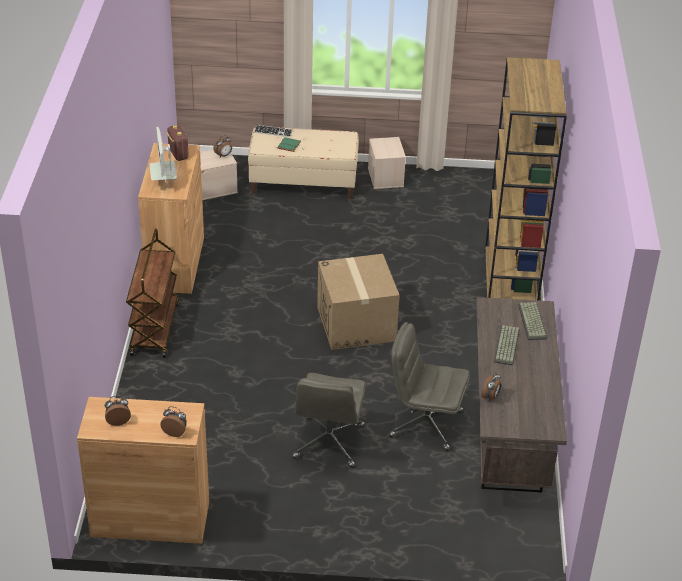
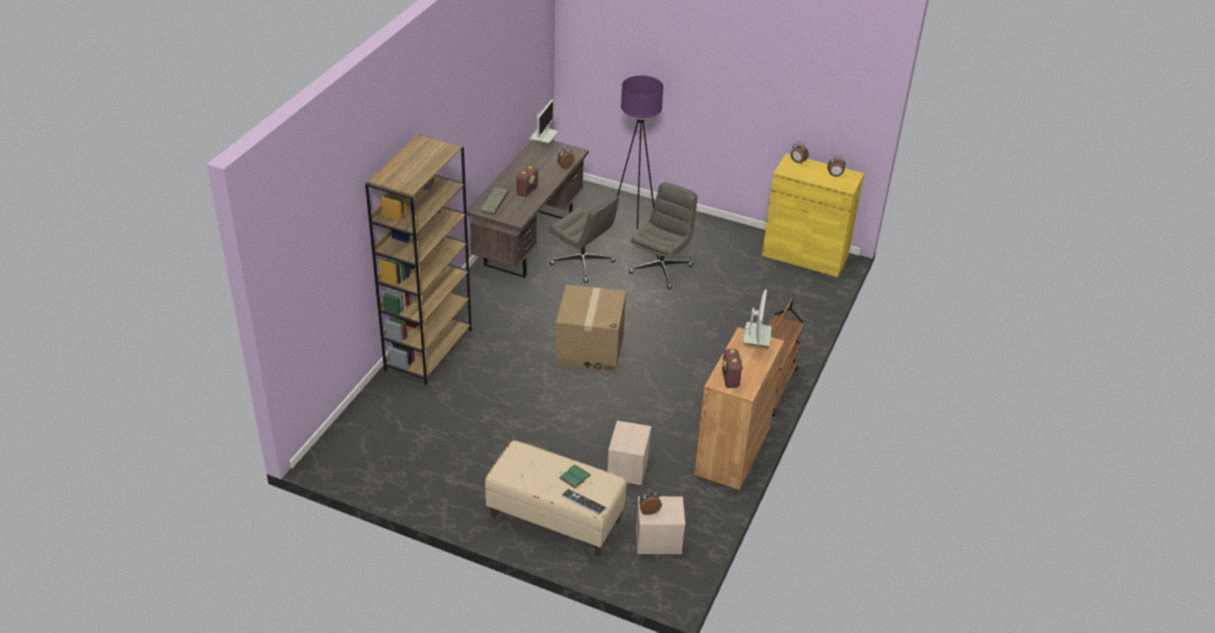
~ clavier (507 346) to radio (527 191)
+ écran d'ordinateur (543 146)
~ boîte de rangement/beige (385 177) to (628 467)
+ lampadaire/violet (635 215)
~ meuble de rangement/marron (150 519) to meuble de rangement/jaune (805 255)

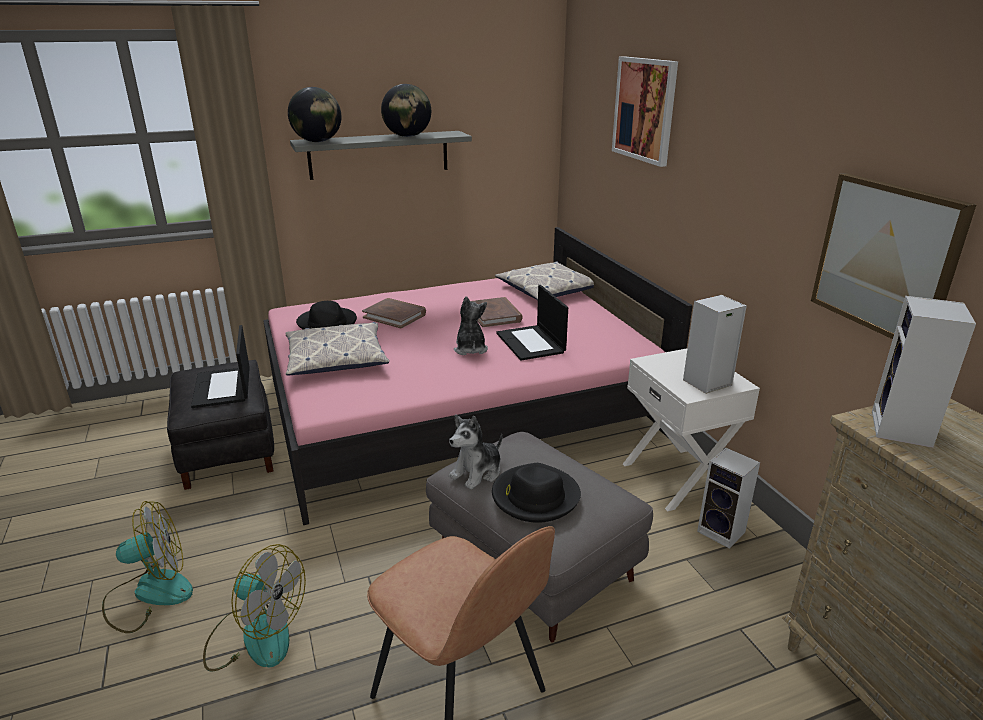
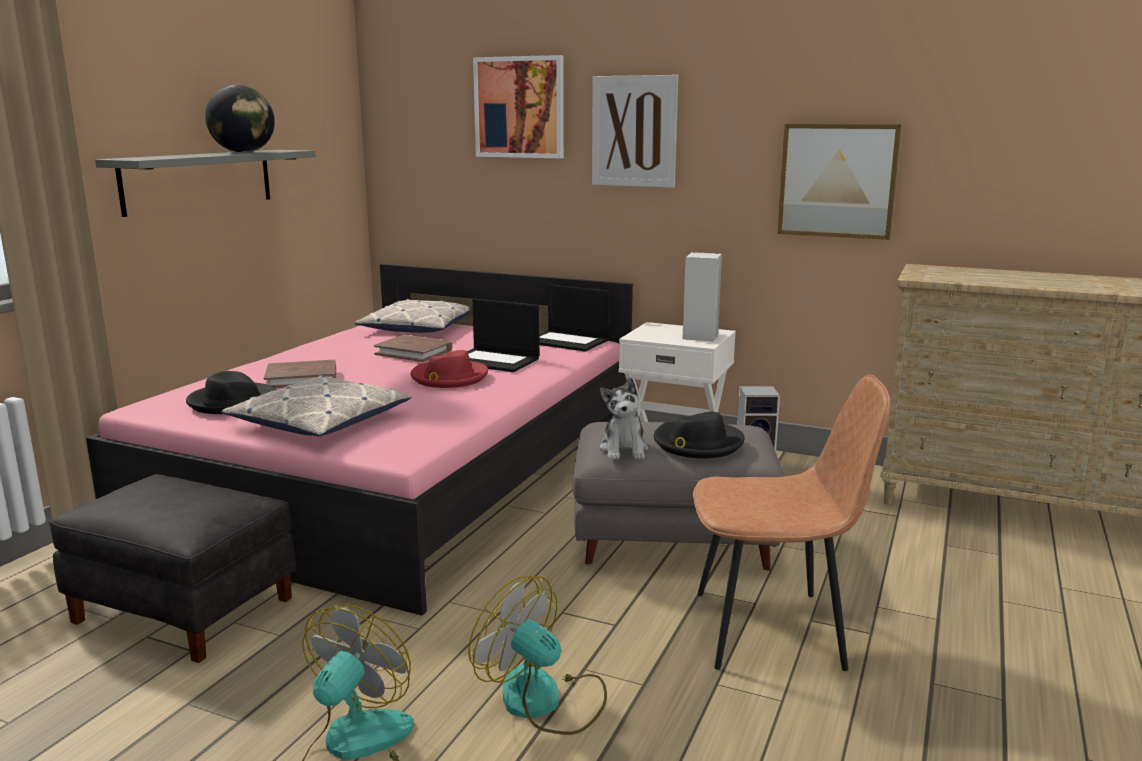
~ peluche (470 349) to chapeau/rouge (449 378)
~ ventilateur (255 635) = (544 701) 120 degrees counterclockwise
~ ordinateur portable (223 388) to (568 341)
+ tableau (634 131)
- globe (317 141)
- enceinte (903 430)

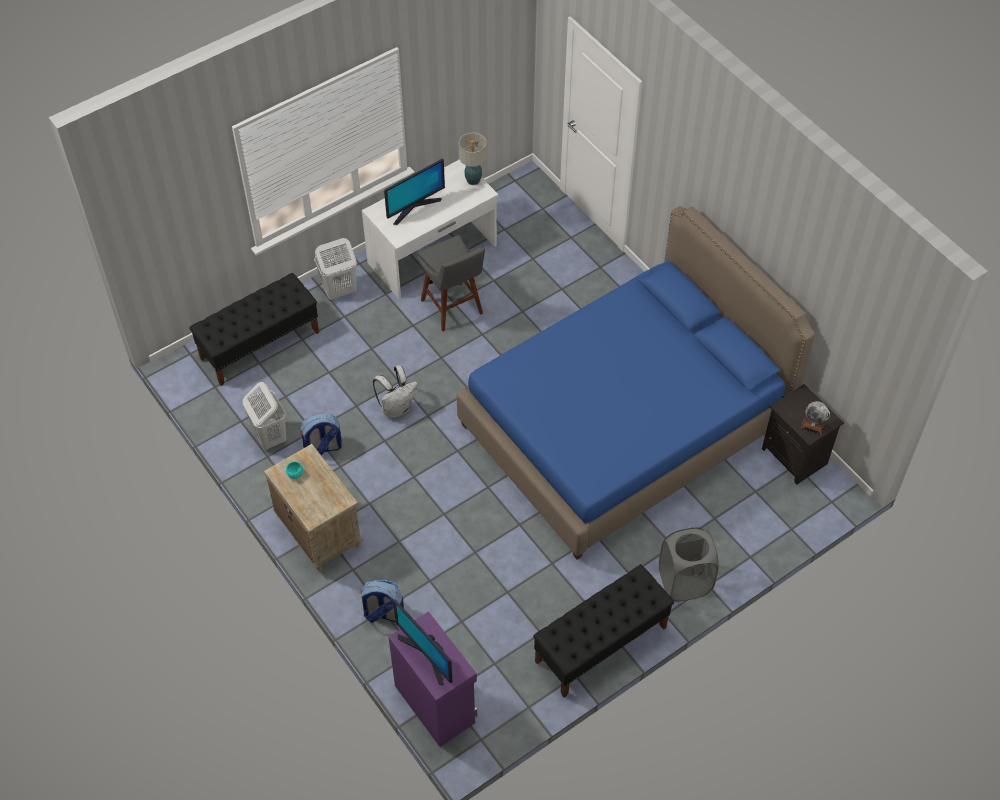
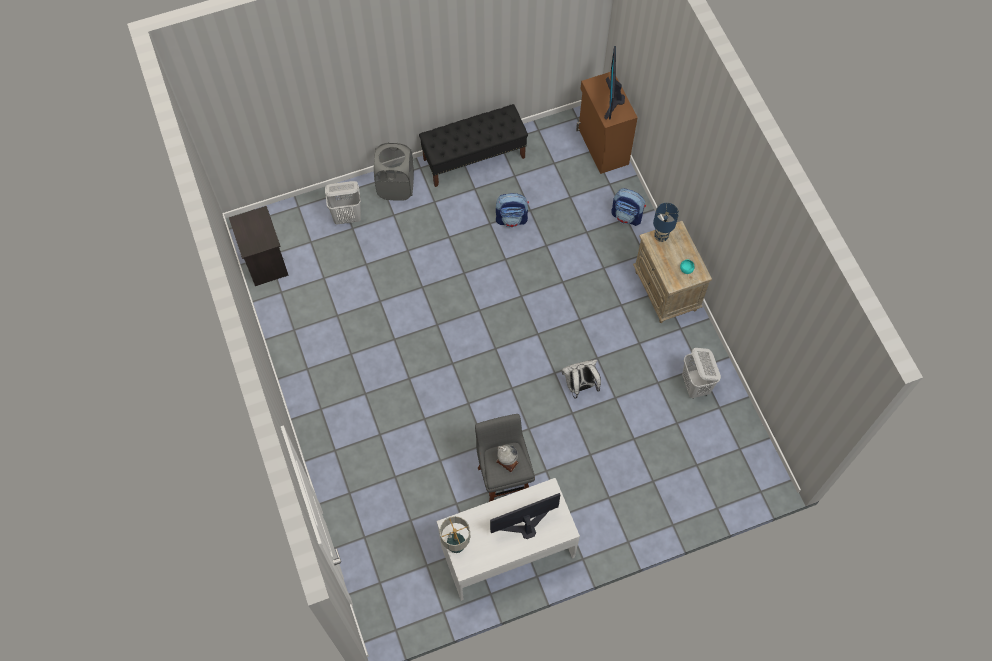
~ panier à linge/blanc (339 291) to (347 216)
~ sac à dos (323 448) to (512 219)
~ globe (812 426) to (507 462)
~ meuble de rangement/violet (435 703) to meuble de rangement/marron (602 147)
~ écran d'ordinateur (427 655) = (612 99) 150 degrees counterclockwise
+ lampe de table/bleu (660 236)
- banc/noir (260 345)
- lit/bleu (624 424)

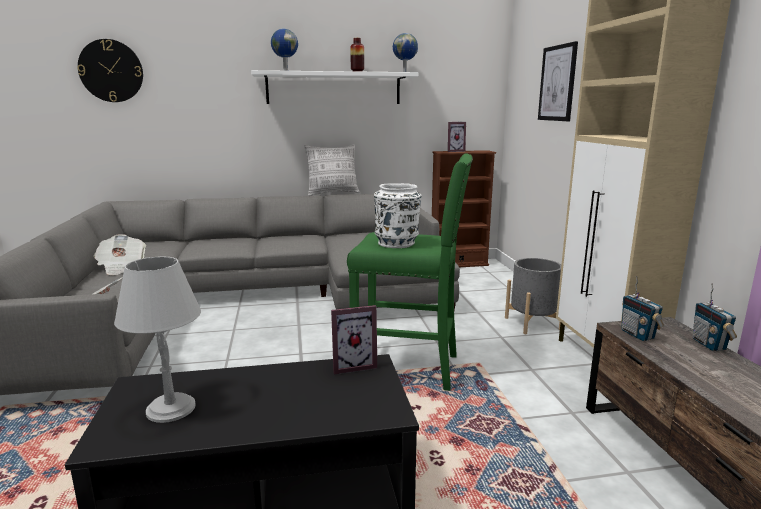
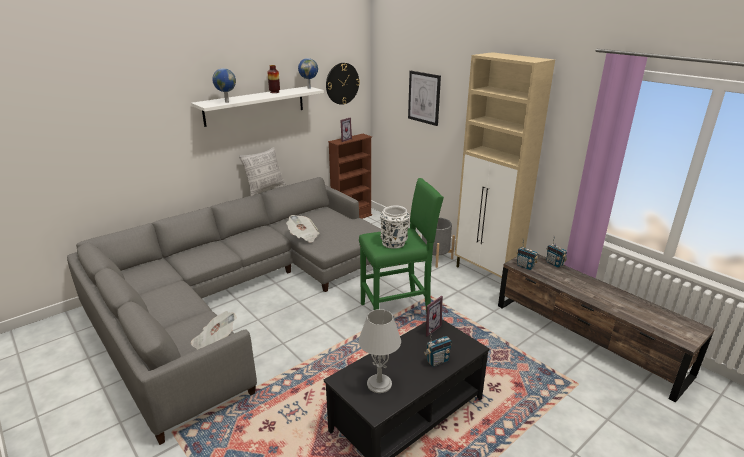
~ journal (121 267) to (303 236)
~ horloge murale (111 71) to (342 83)
+ radio (437 361)

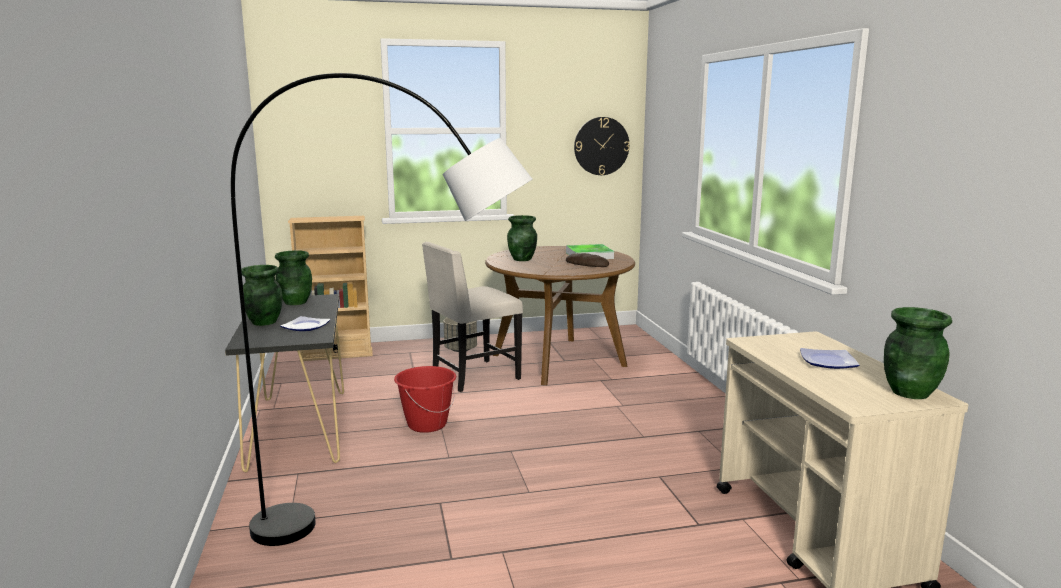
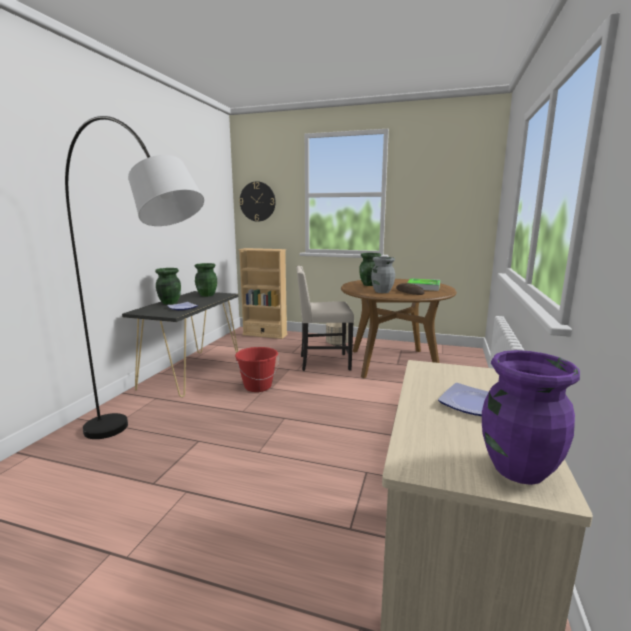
~ horloge murale (601 146) to (257 201)
+ vase/gris (382 291)
~ vase/vert (909 392) to vase/violet (519 469)

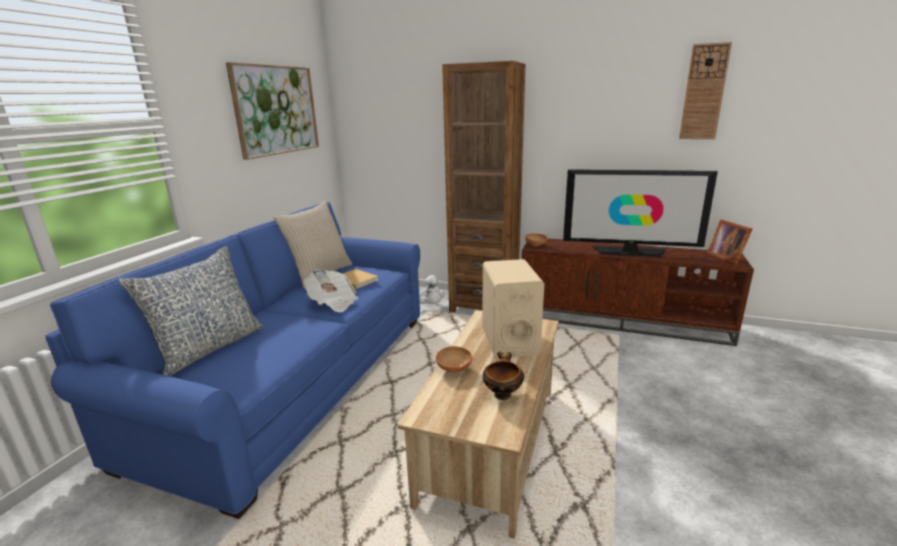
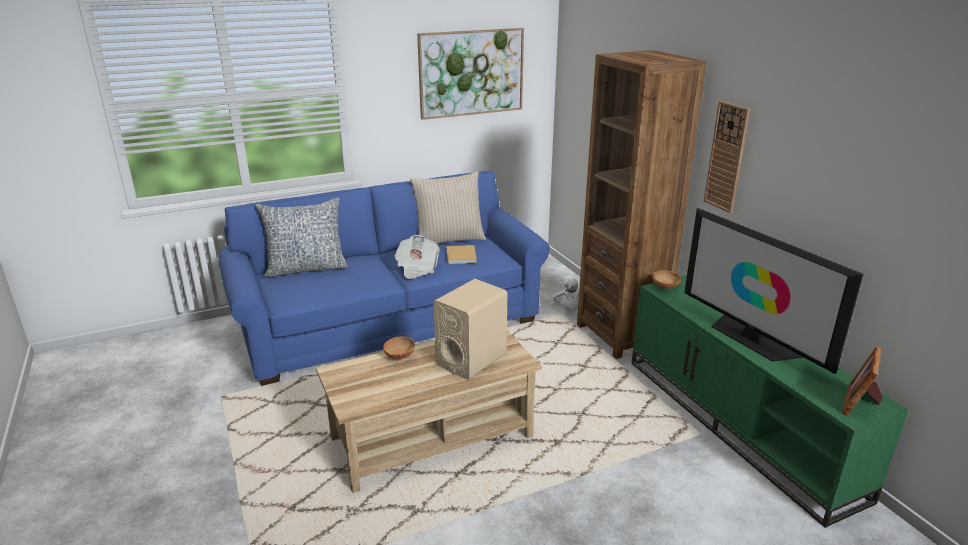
~ meuble télé/marron (621 320) to meuble télé/vert (738 424)
~ horloge murale (704 92) to (726 157)
- bol (502 394)

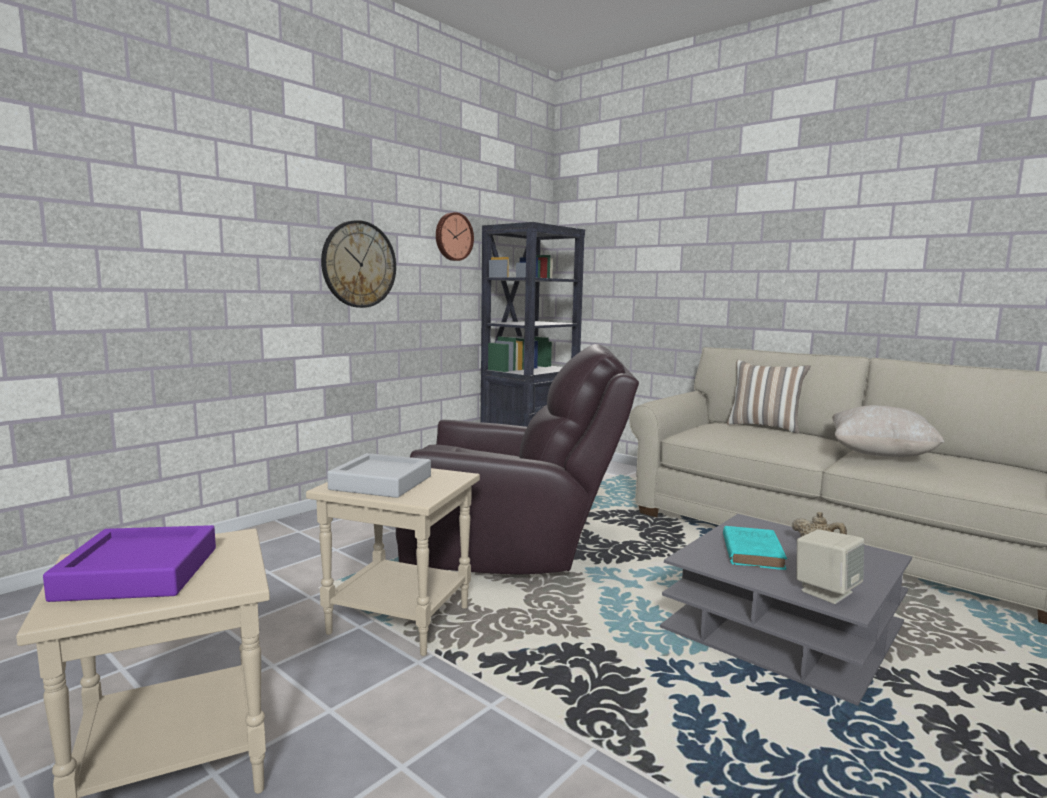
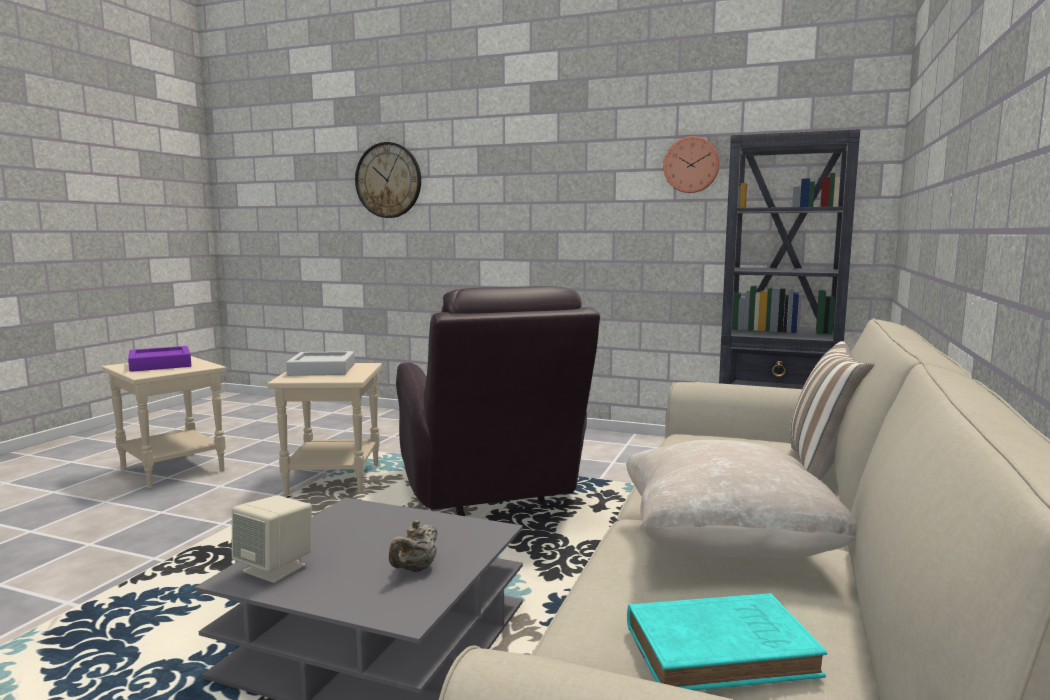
~ horloge murale (359 264) to (388 180)
~ livre/turquoise (752 551) to (725 650)

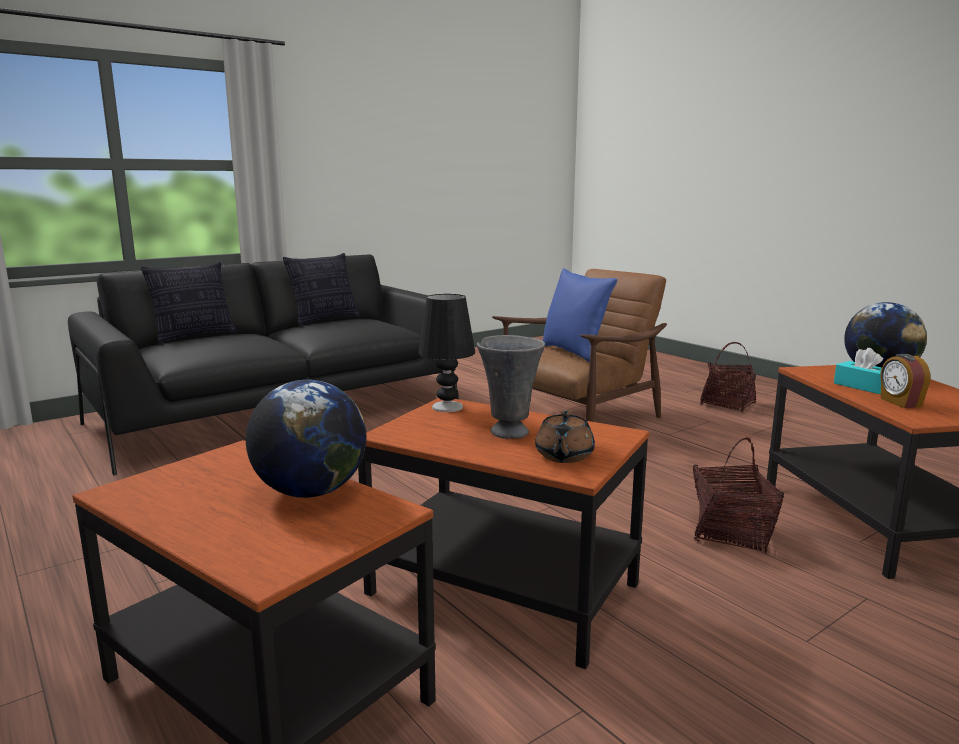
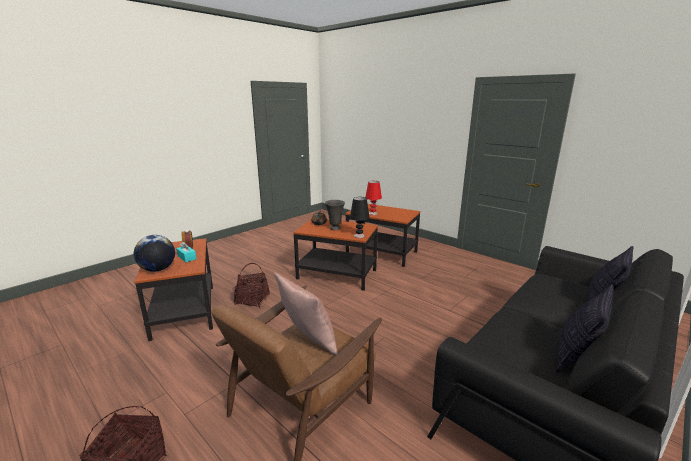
~ coussin/bleu (574 352) to coussin/rose (307 341)
~ globe (310 492) to lampe de table/rouge (373 213)

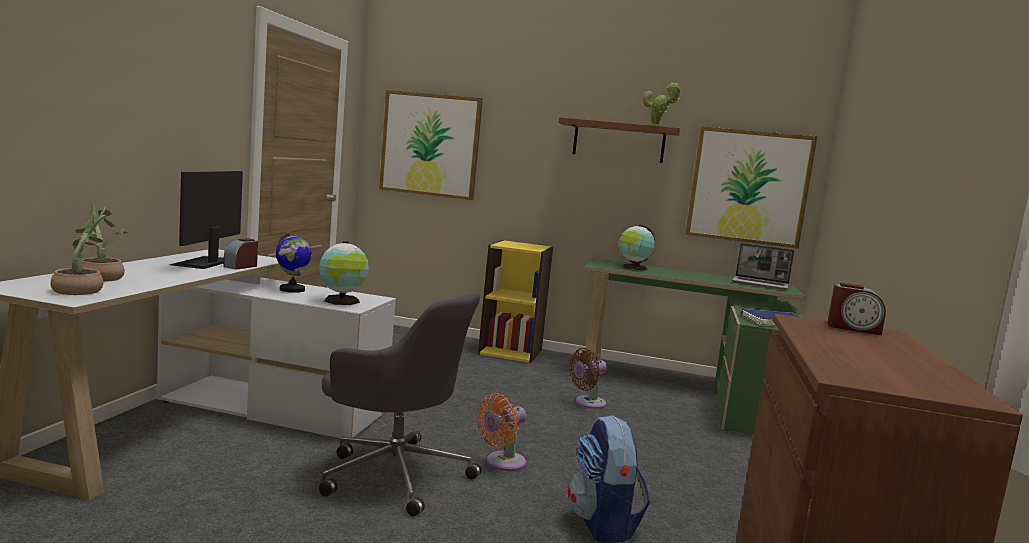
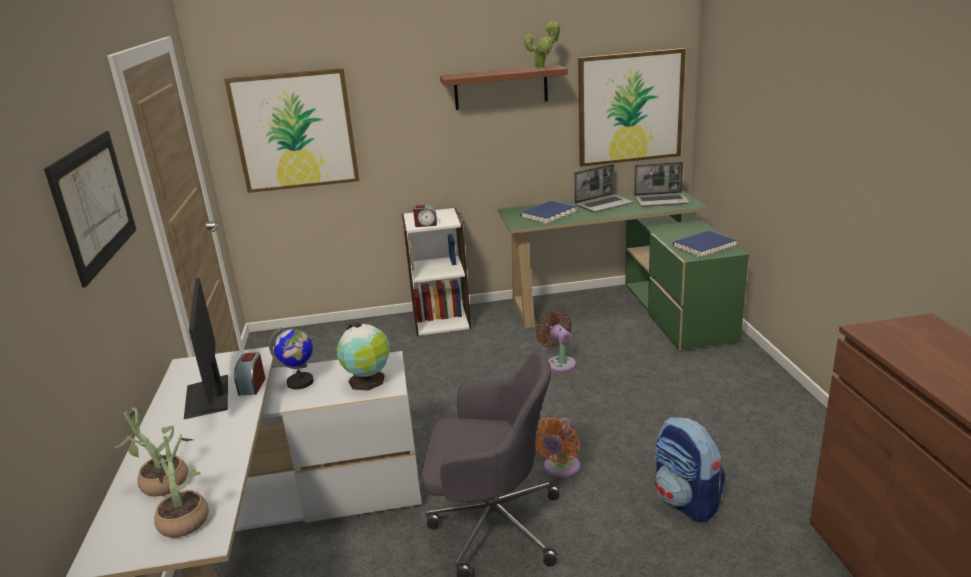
+ tableau (94 203)
~ bibliothèque/jaune (511 351) to bibliothèque/blanc (441 320)
~ réveil (853 328) to (426 224)
~ globe (634 268) to livre/bleu (548 214)
~ ventilateur/marron (587 403) = (559 363) 120 degrees clockwise
+ ordinateur portable (604 204)

